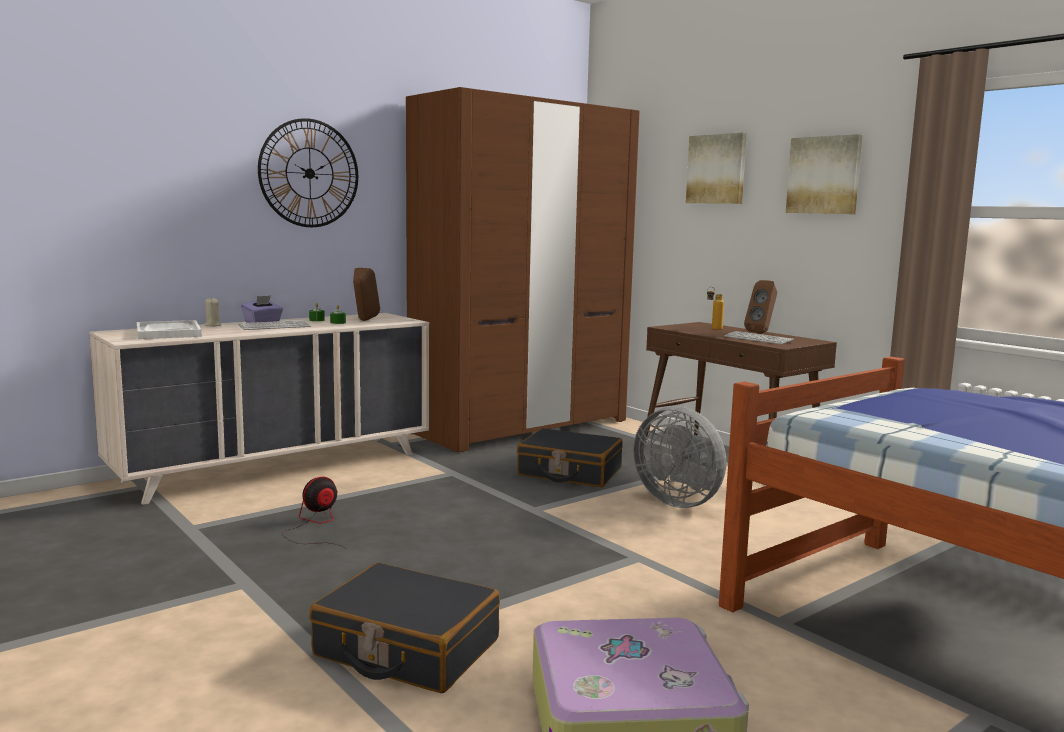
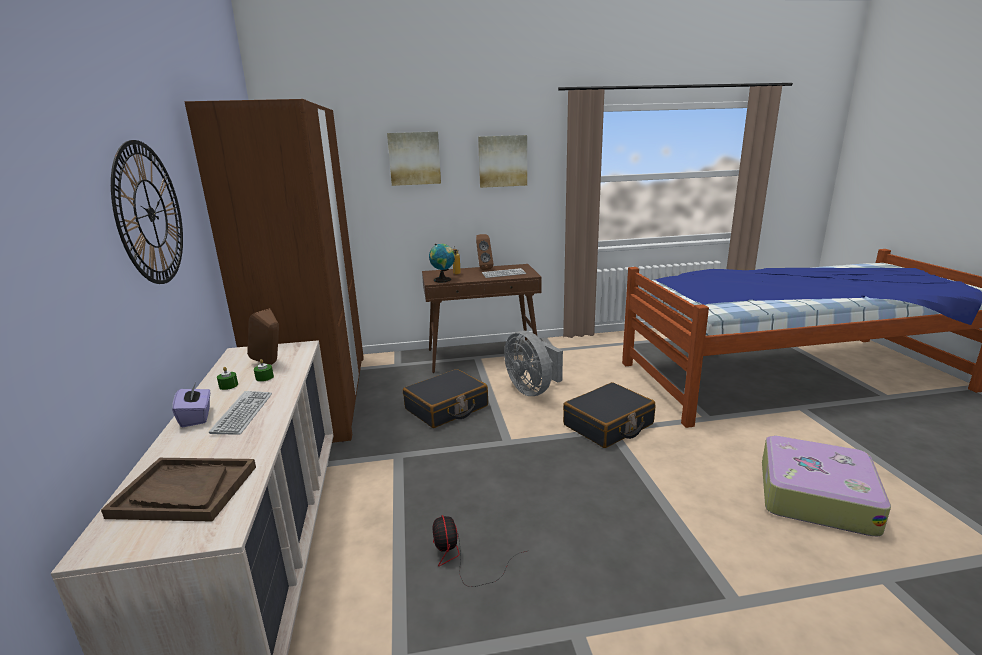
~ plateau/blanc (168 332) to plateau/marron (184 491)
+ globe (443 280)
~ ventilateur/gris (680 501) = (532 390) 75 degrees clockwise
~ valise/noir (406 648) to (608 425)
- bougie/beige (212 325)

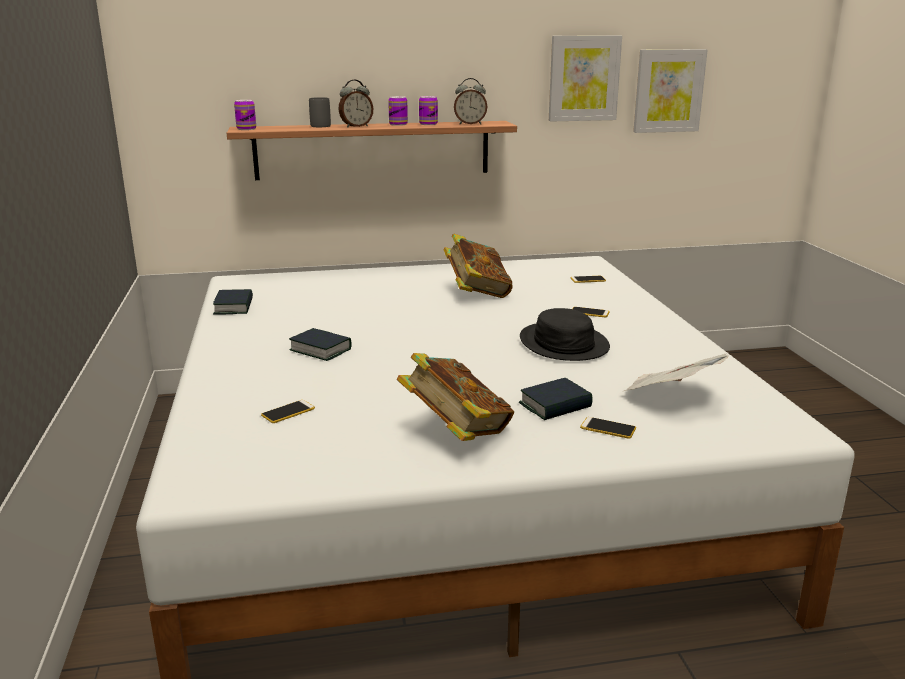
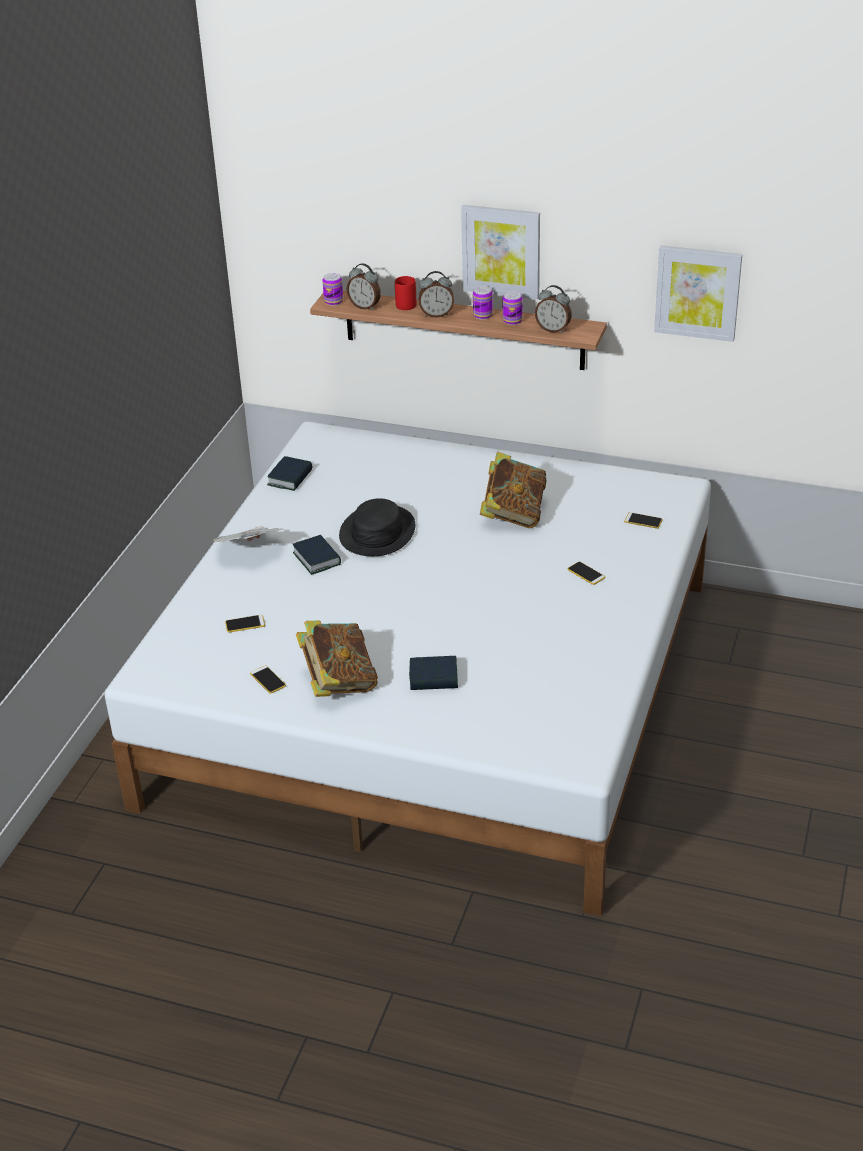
~ journal (671 397) to (251 550)
~ téléphone (608 428) to (268 680)
~ chapeau/noir (563 343) to (377 532)
+ réveil (365 306)
~ mug/gris (319 125) to mug/rouge (406 303)
~ tableau (668 91) to (501 251)

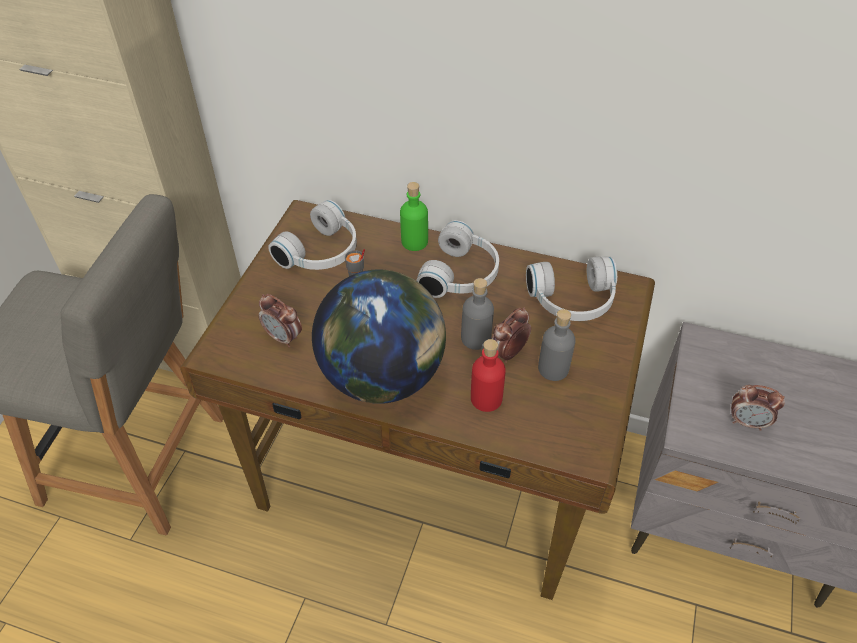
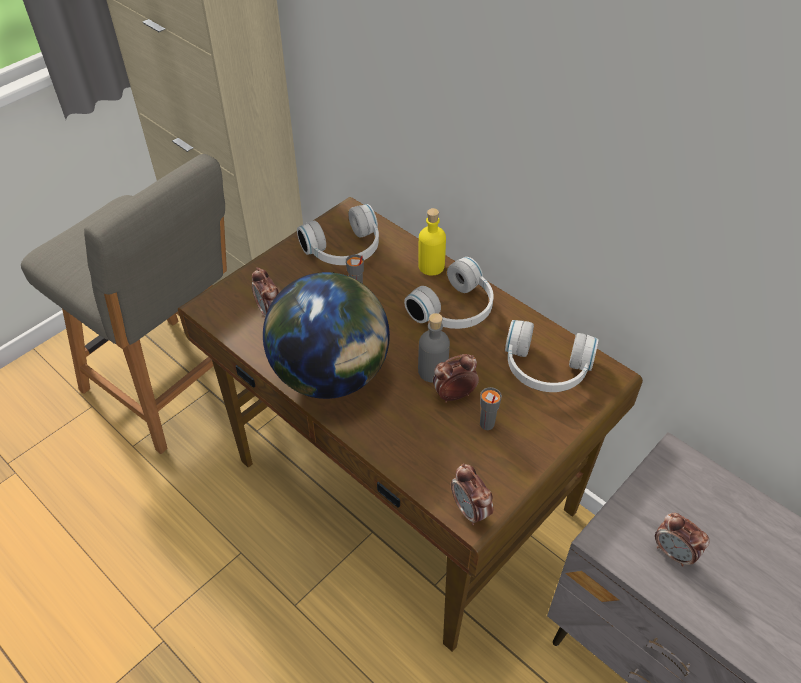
~ bouteille/vert (414 242) to bouteille/jaune (431 266)
+ réveil (470 510)
~ bouteille/gris (553 369) to tasse/gris (486 424)
- bouteille/rouge (486 399)

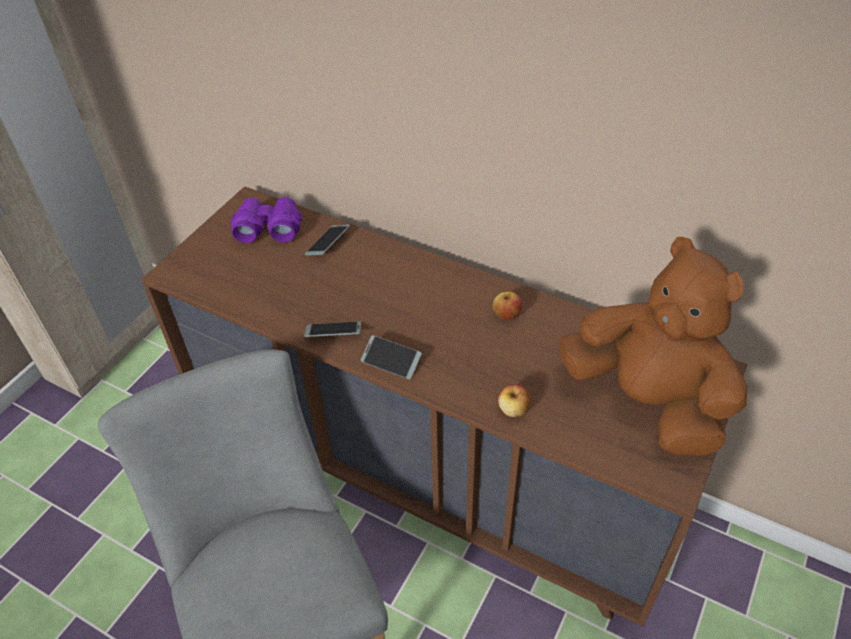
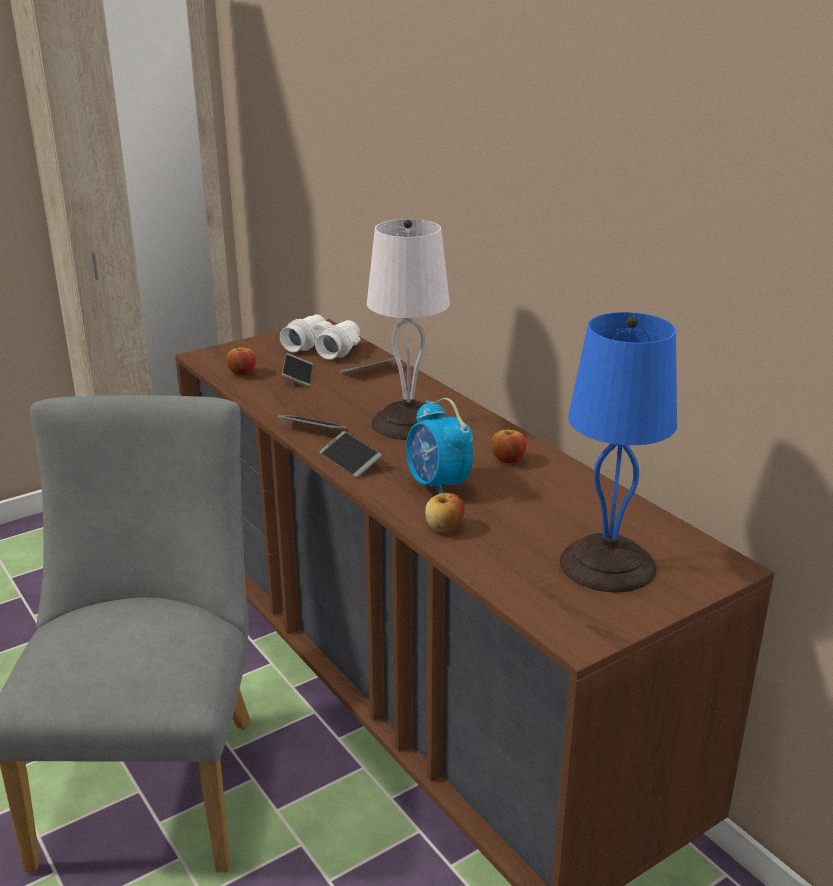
+ pomme (242 373)
~ jumelles/violet (268 228) to jumelles/blanc (323 348)
+ téléphone (298 375)
+ lampe de table/blanc (406 422)
+ réveil (438 485)
~ peluche/marron (647 401) to lampe de table/bleu (609 565)

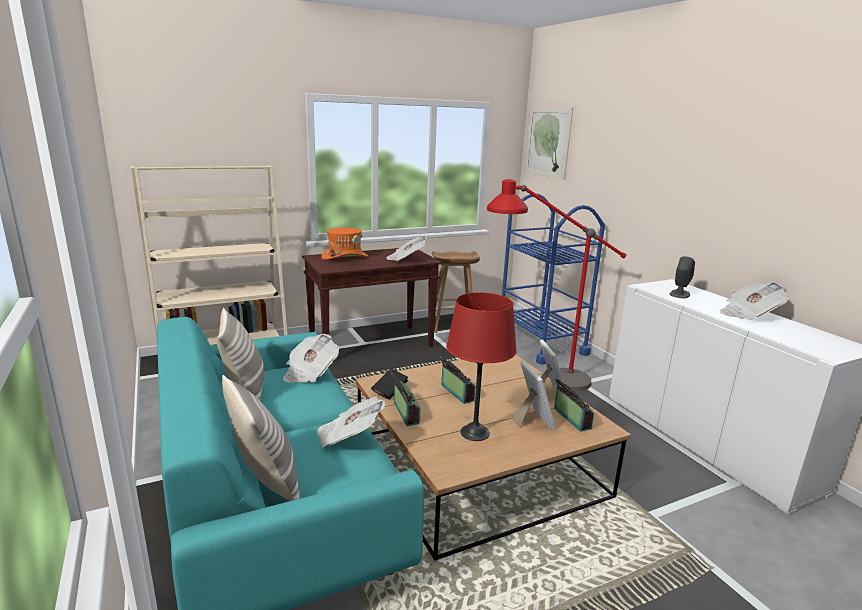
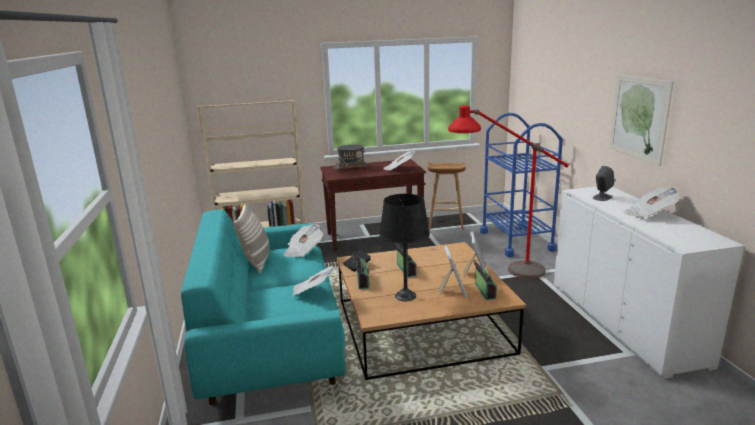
~ chapeau/orange (345 257) to chapeau/gris (351 167)
~ lampe de table/rouge (475 433) to lampe de table/noir (405 296)
~ tableau (547 142) to (639 118)
- coussin (266 481)

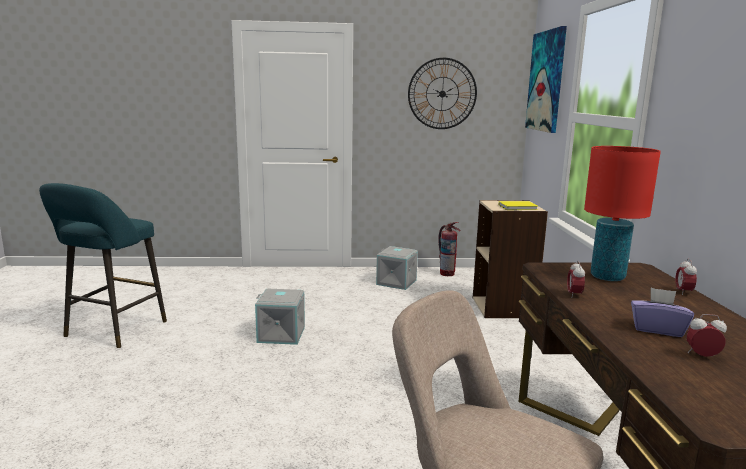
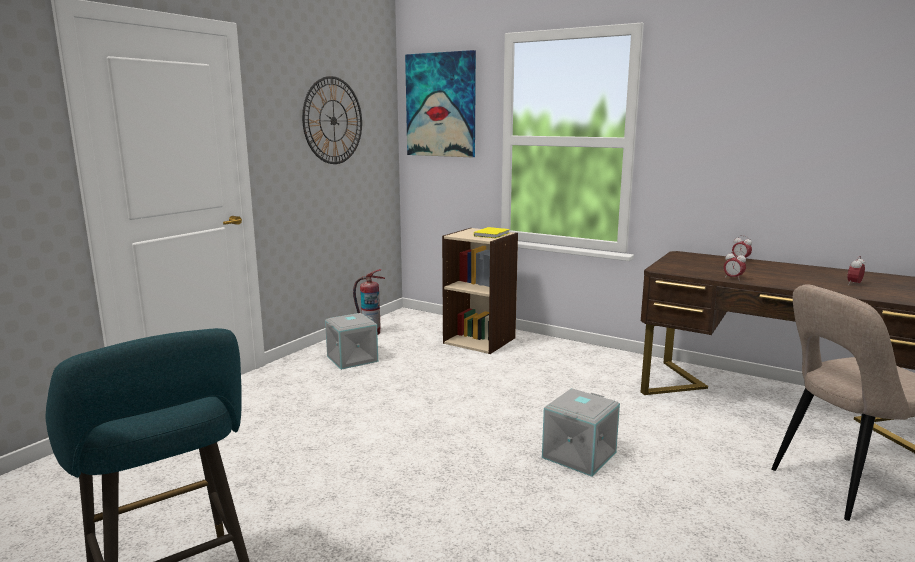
~ boîte de rangement/gris (282 334) to (578 454)
- lampe de table/rouge (607 277)
- boîte à mouchoirs/violet (657 329)

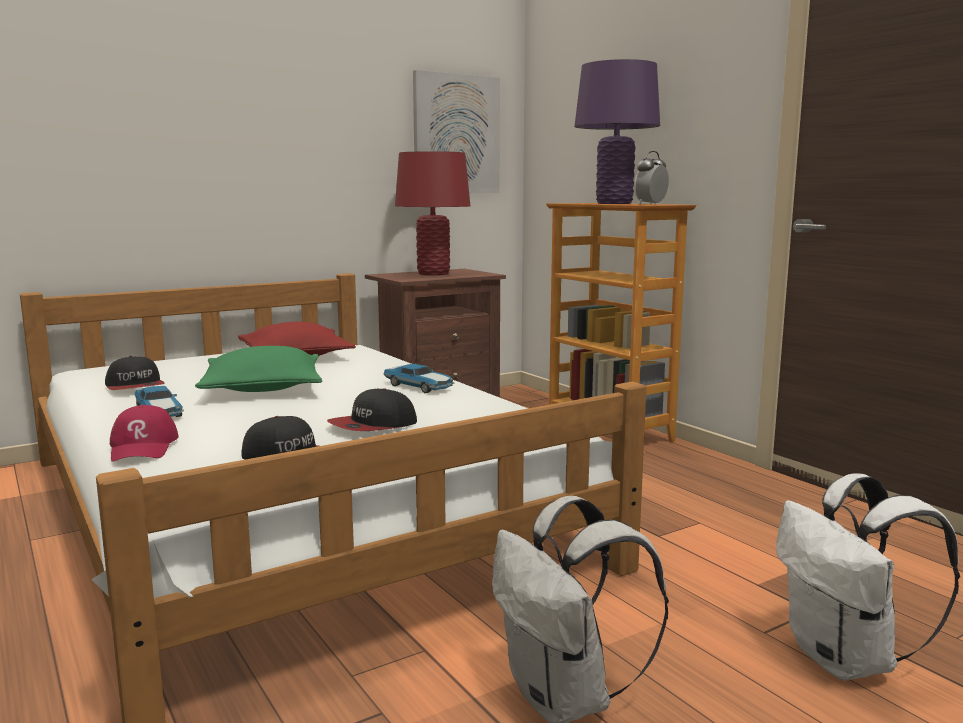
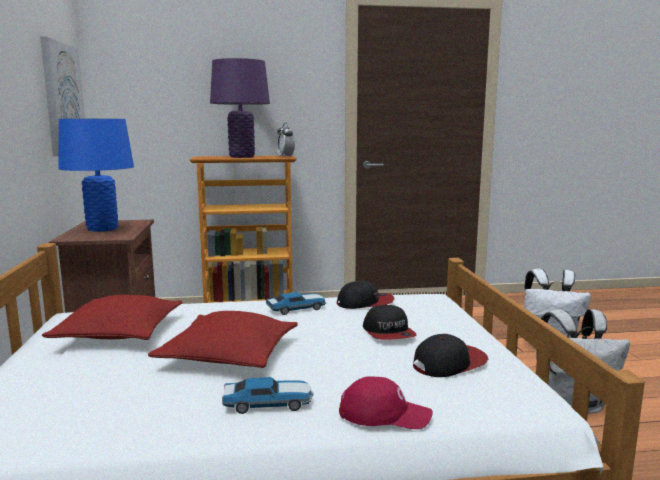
~ lampe de table/rouge (433 274) to lampe de table/bleu (102 229)
~ coussin/vert (263 388) to coussin/rouge (228 355)
~ casquette (135 387) to (365 303)

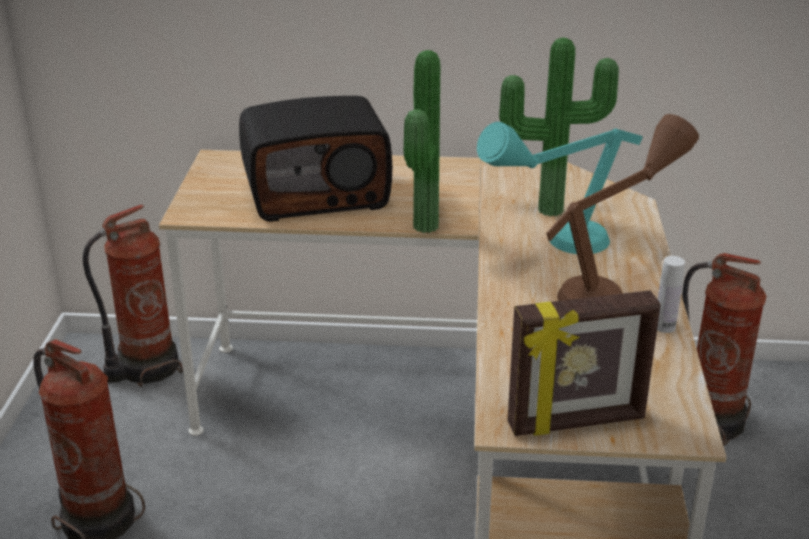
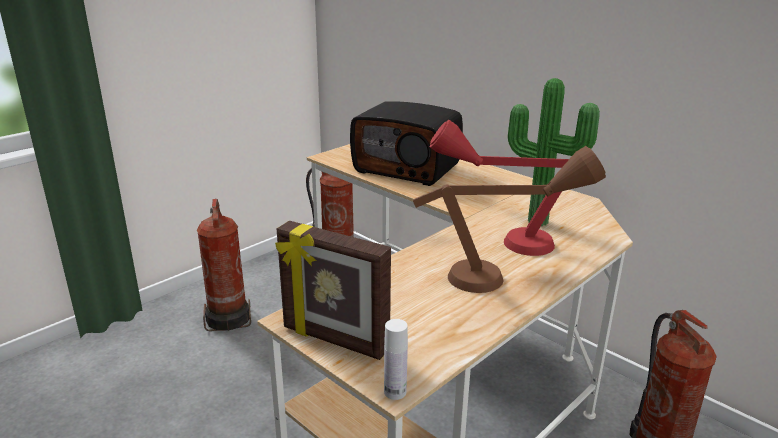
~ bouteille/blanc (664 327) to (395 392)
~ lampe de table/turquoise (553 247) to lampe de table/rouge (502 241)
- plante en pot (420 226)

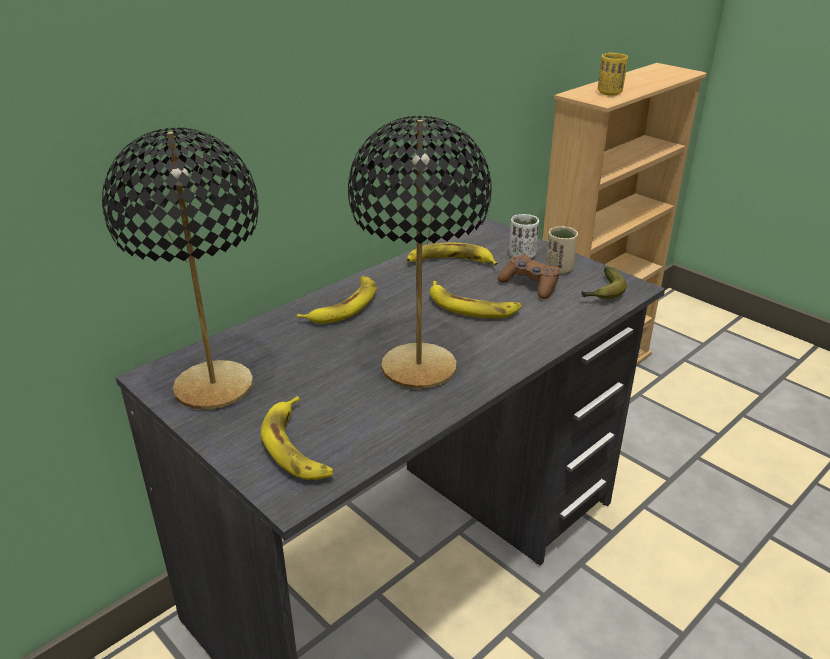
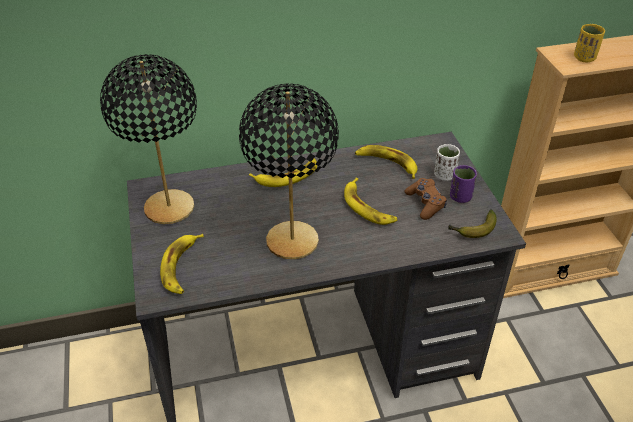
~ tasse/beige (559 269) to tasse/violet (460 197)

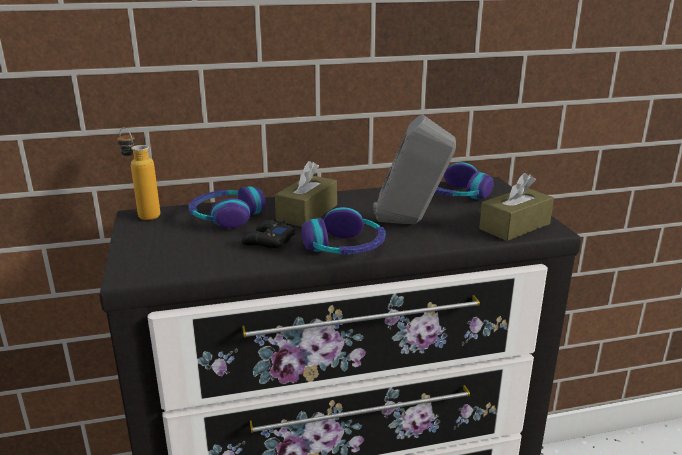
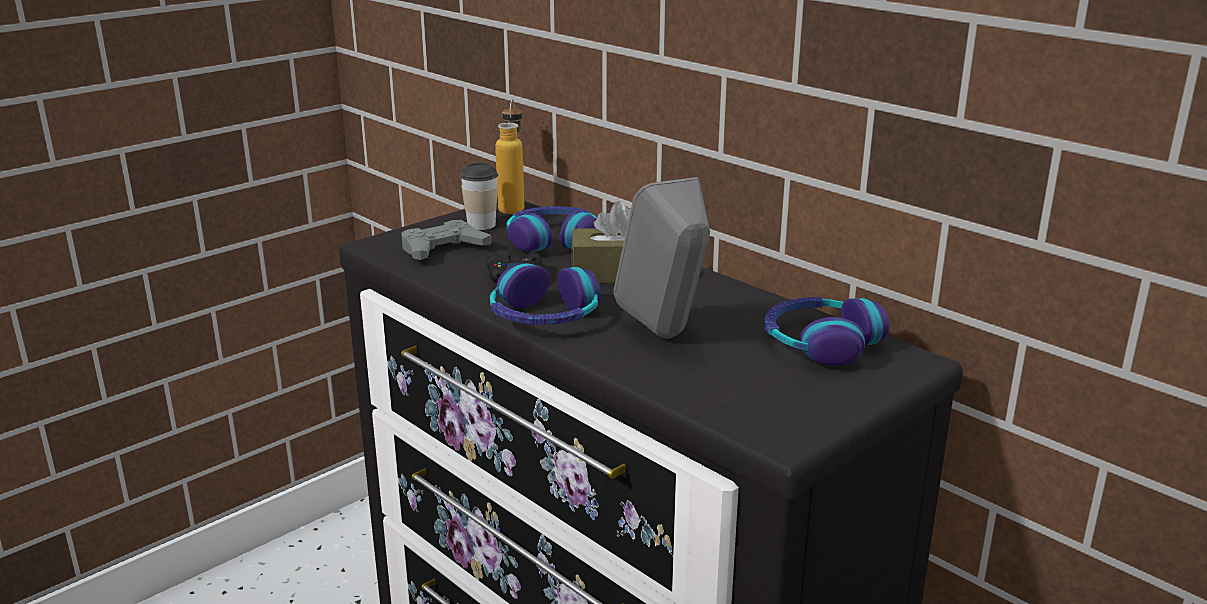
+ manette/gris (443 249)
+ tasse (481 224)
- boîte à mouchoirs/marron (514 226)

